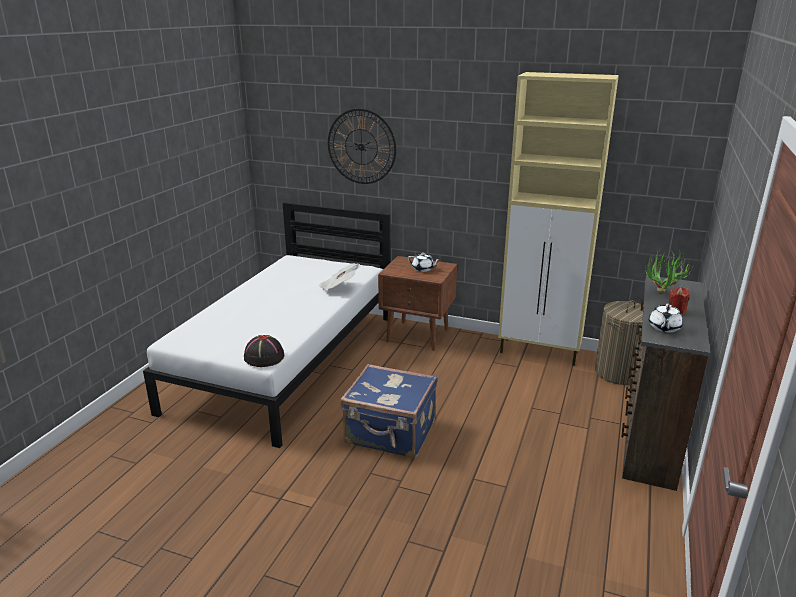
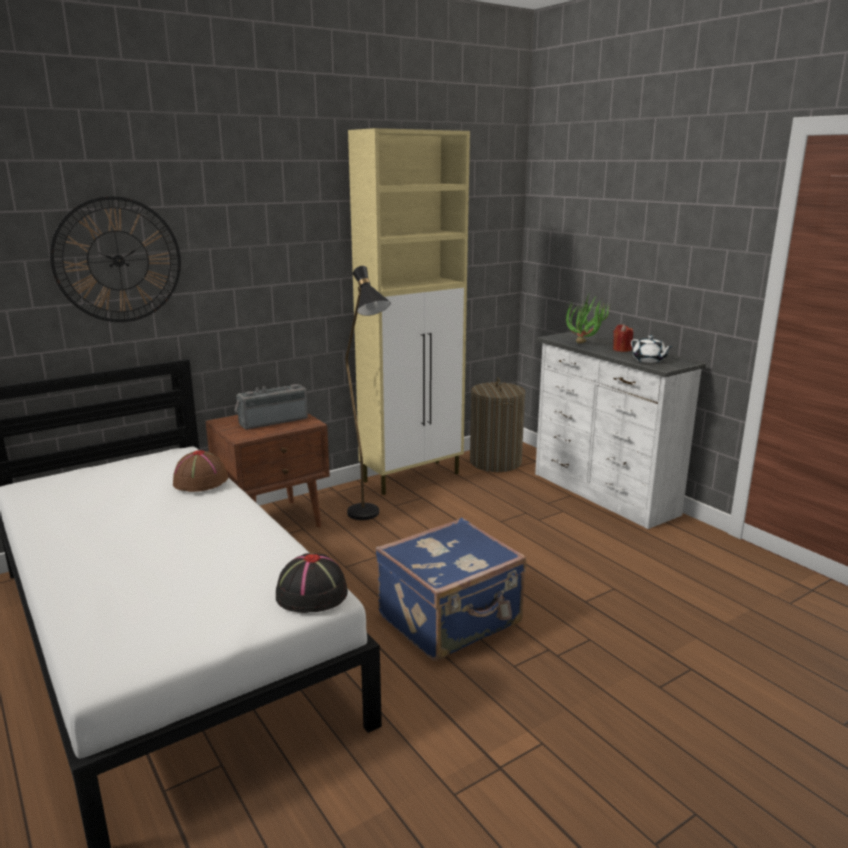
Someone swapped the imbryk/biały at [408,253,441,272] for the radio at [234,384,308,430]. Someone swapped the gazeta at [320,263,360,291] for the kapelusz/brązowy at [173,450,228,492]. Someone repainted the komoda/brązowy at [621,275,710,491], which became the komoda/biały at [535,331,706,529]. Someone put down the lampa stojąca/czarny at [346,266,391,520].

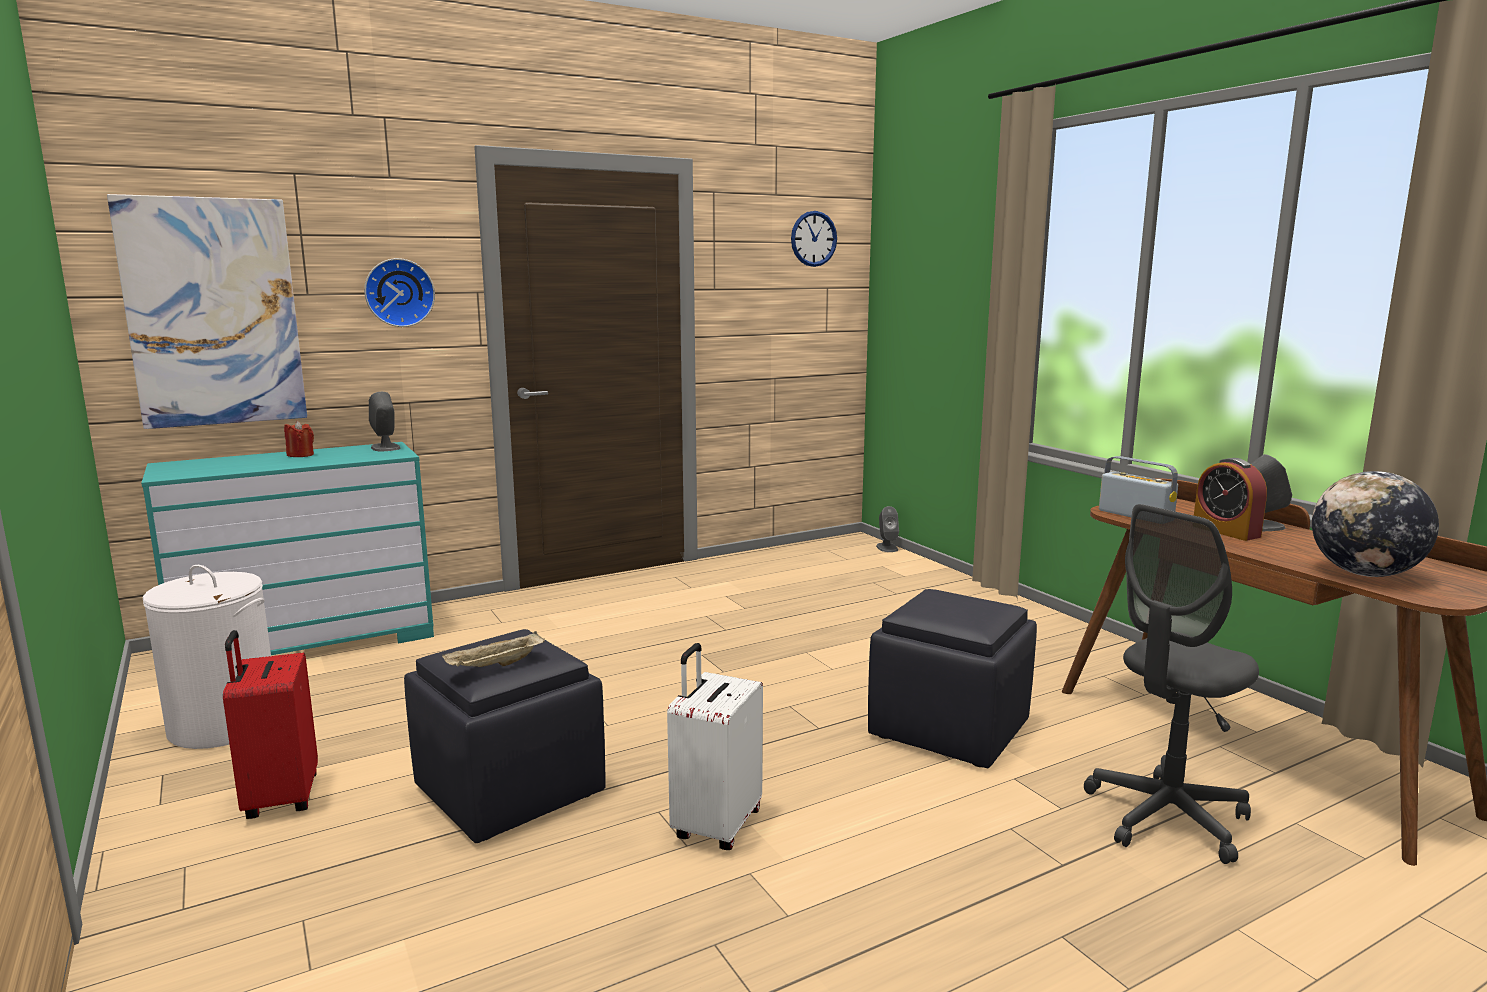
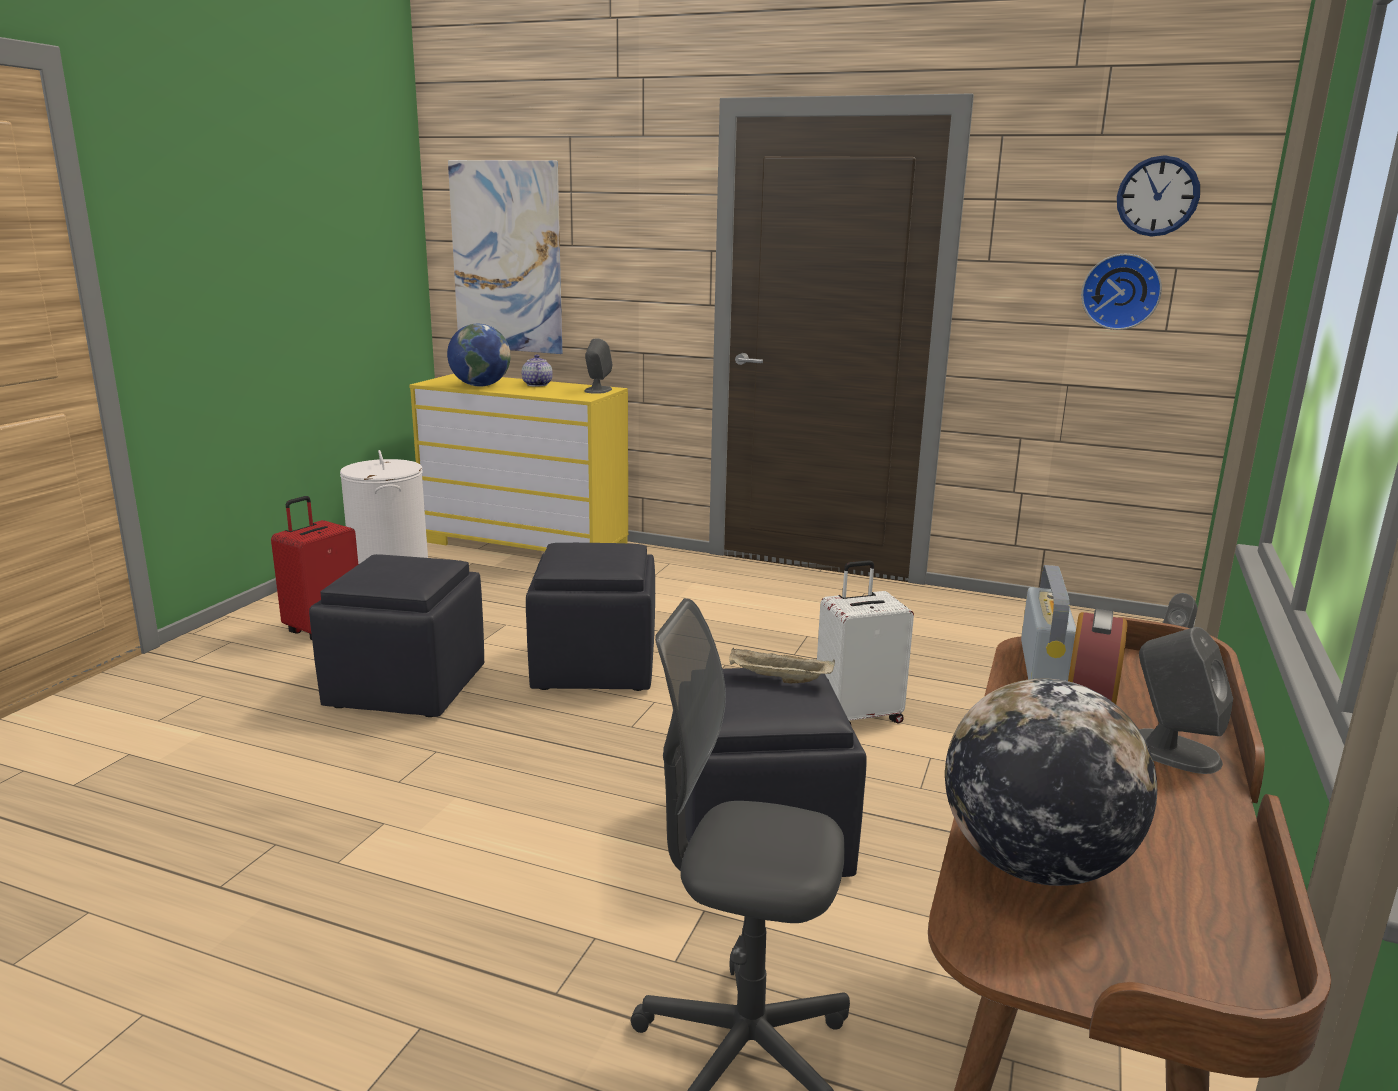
Someone carried the zegar ścienny from [364,258,435,327] to [1081,254,1162,330]. Someone swapped the świeca/czerwony at [284,421,314,457] for the imbryk at [522,354,553,386]. Someone repainted the komoda/turkusowy at [141,442,434,655], which became the komoda/żółty at [409,374,628,551]. Someone carried the taca/beżowy from [442,631,545,667] to [729,647,835,683]. Someone carried the walizka/biały from [667,643,763,850] to [817,560,914,724]. Someone put down the globus at [447,324,511,387]. Someone put down the pufa/czarny at [526,543,655,691].

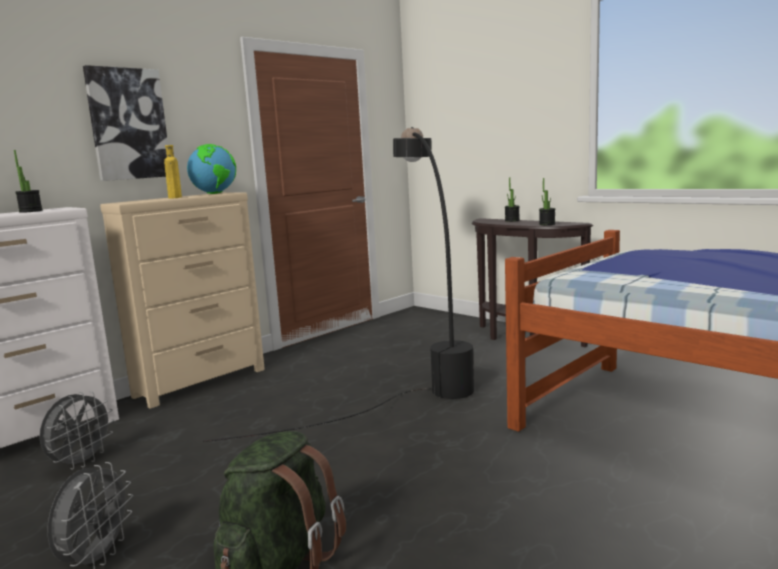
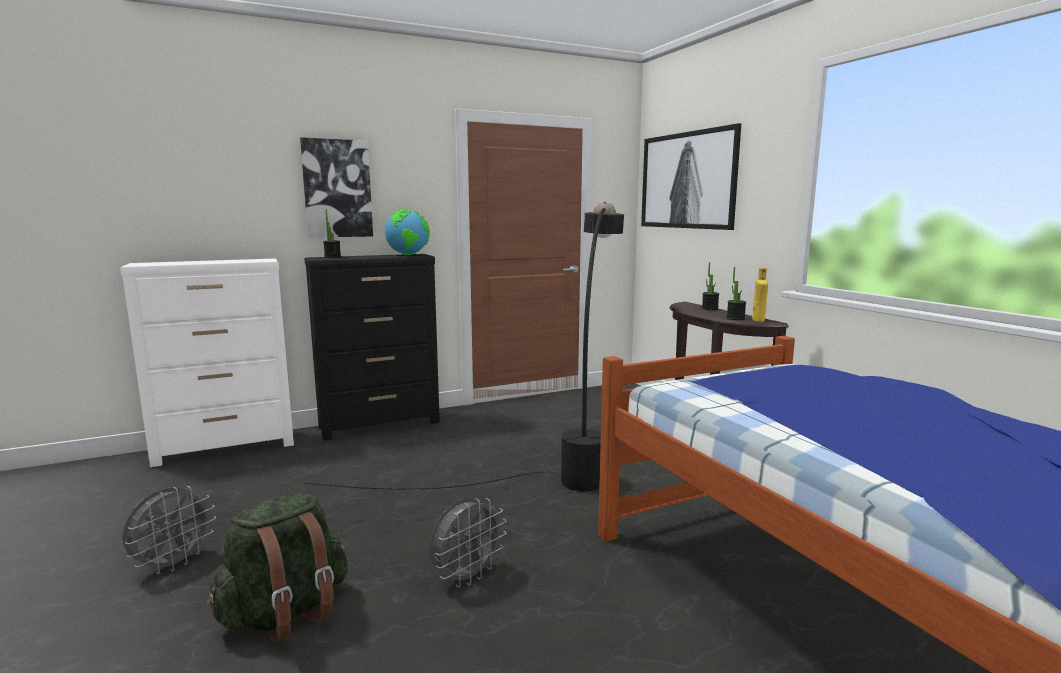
Someone carried the butelka/żółty from [164,145,182,199] to [752,267,768,322]. Someone carried the roślina doniczkowa from [14,150,43,213] to [323,209,341,258]. Someone repainted the komoda/beżowy at [100,192,265,409], which became the komoda/czarny at [305,254,440,441]. Someone carried the wentylator/szary from [39,391,114,470] to [429,498,506,587]. Someone put up the obraz at [641,123,741,230].

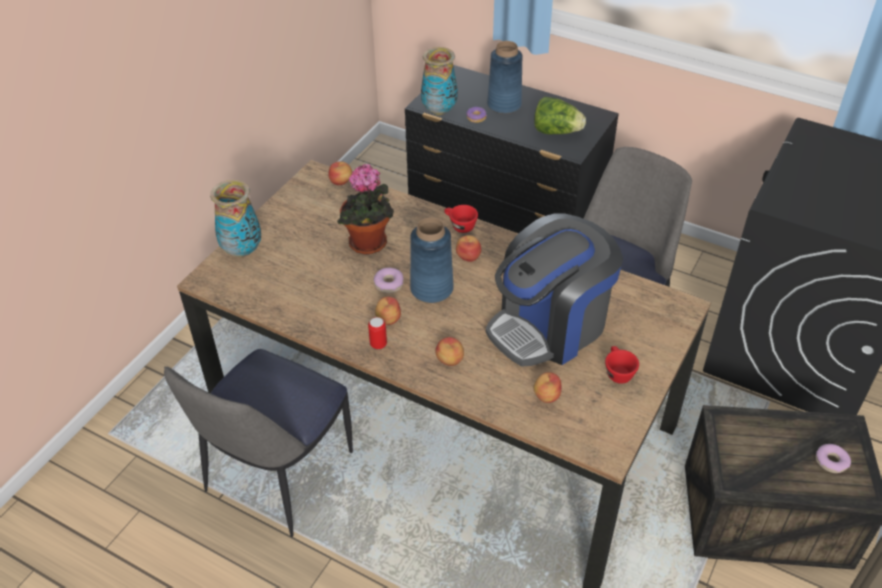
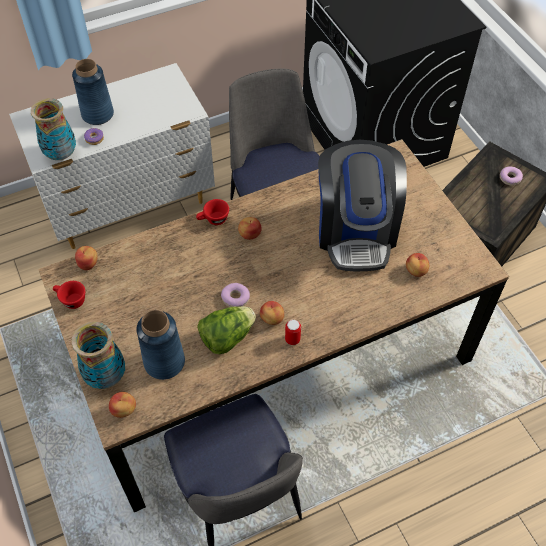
Someone repainted the komoda/czarny at [405,65,619,233], which became the komoda/biały at [9,63,215,249]. Someone carried the sałata from [534,97,586,134] to [198,306,256,354]. Someone took away the roślina doniczkowa at [337,164,394,255]. Someone carried the wazon/niebieski from [410,217,454,303] to [136,310,185,380]. Someone carried the jabłko from [435,337,464,366] to [109,392,136,418]. Someone carried the filiżanka/czerwony from [605,346,639,384] to [53,281,85,309].

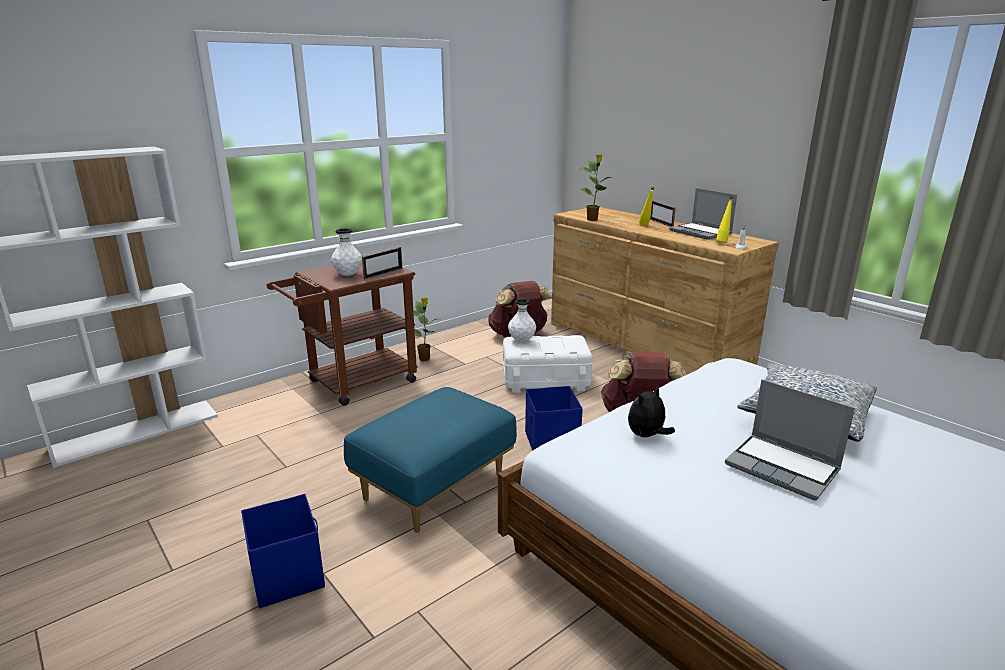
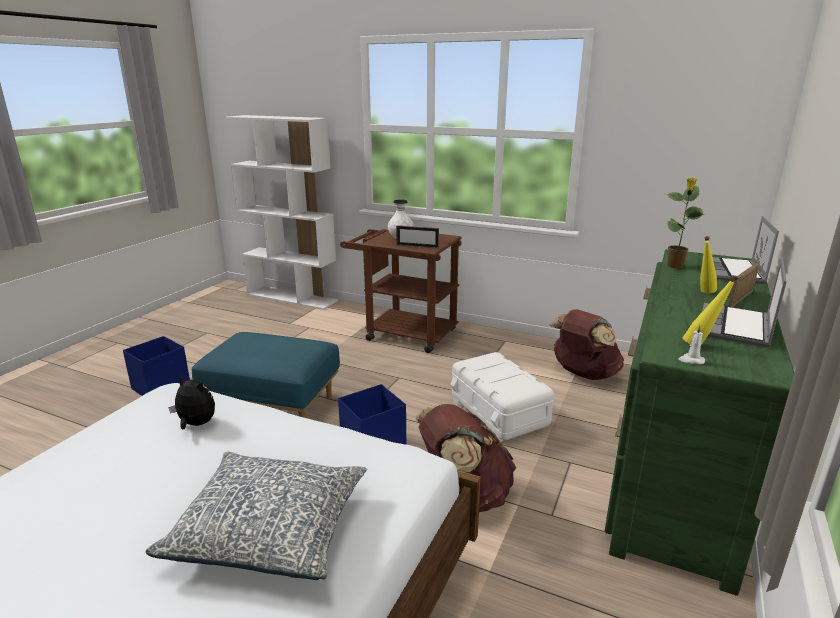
Someone repainted the komoda/brązowy at [551,207,779,375], which became the komoda/zielony at [605,249,794,596]. Someone took away the roślina doniczkowa at [404,298,436,361]. Someone took away the wazon/biały at [508,299,536,342]. Someone carried the laptop from [725,380,855,500] to [713,216,779,284].

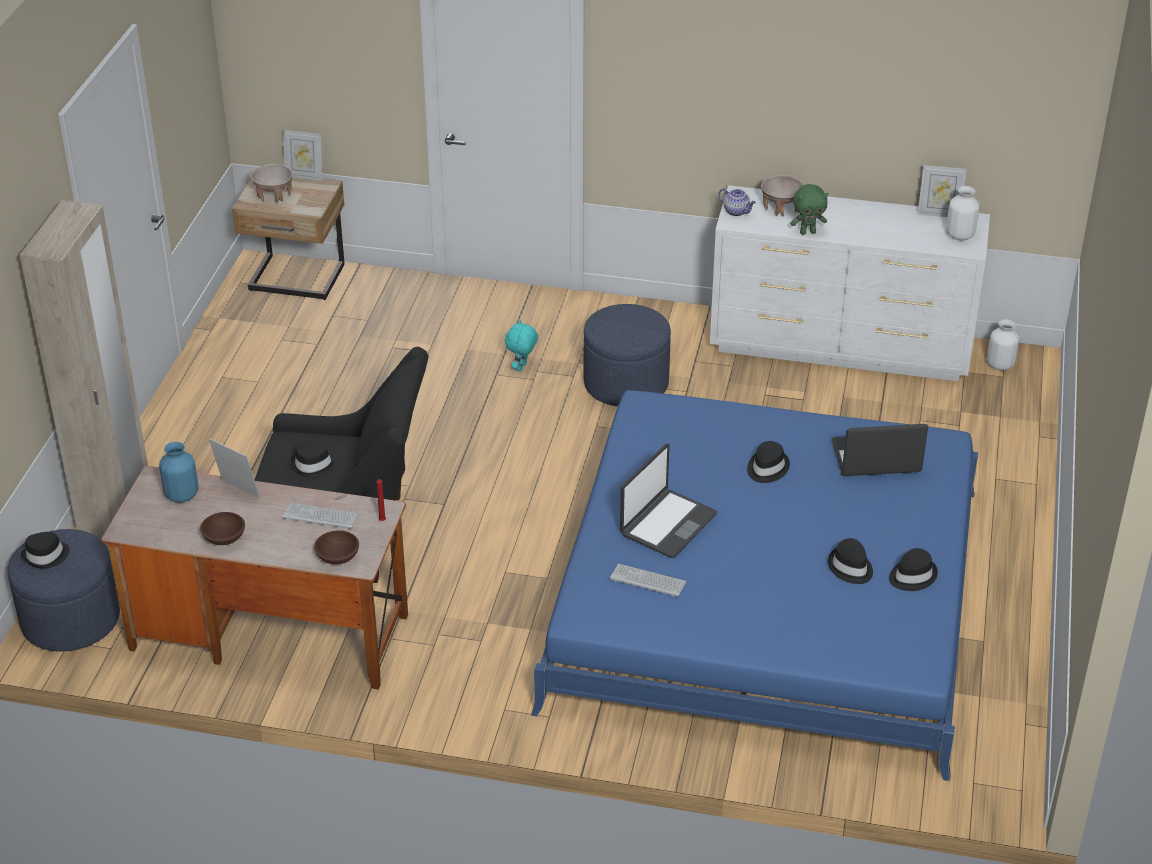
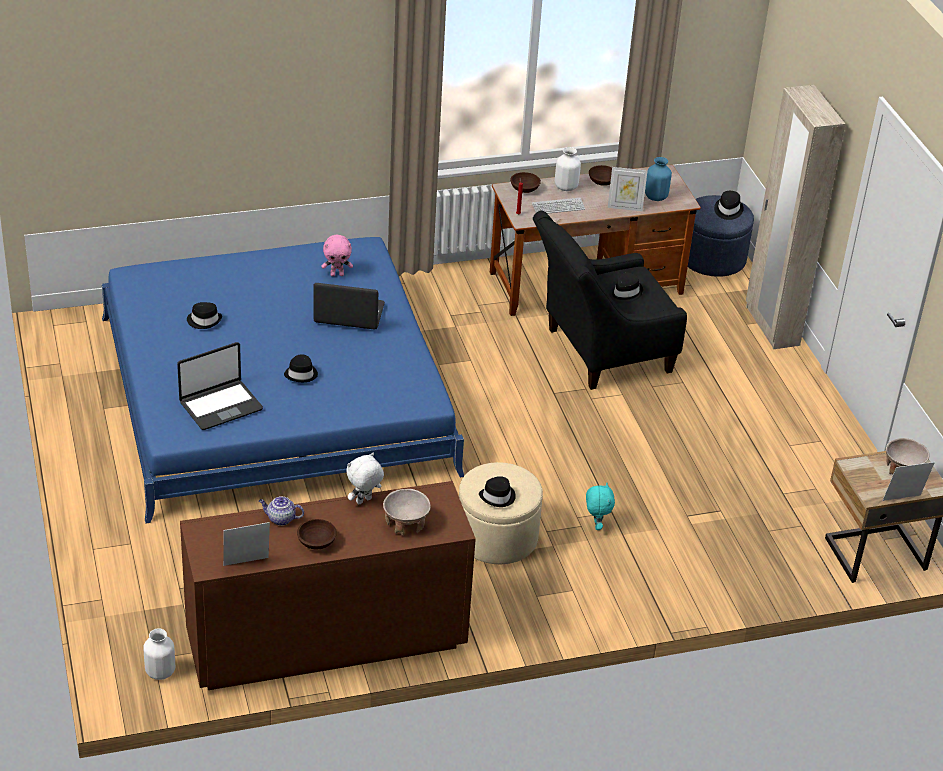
Someone repainted the pluszak/zielony at [790,184,828,235], which became the pluszak/biały at [346,453,384,504]. Someone repainted the komoda/biały at [710,185,990,381], which became the komoda/brązowy at [180,481,476,690]. Someone carried the wazon/biały from [946,186,980,241] to [555,147,581,191]. Someone carried the imbryk from [719,188,756,216] to [259,496,304,526]. Someone repainted the pufa/niebieski at [584,304,671,406], which became the pufa/beżowy at [459,462,543,564]. Someone rotated the laptop at [620,444,717,558] by 90 degrees clockwise. Someone carried the kapelusz/czarny from [889,548,938,591] to [479,476,516,507]. Someone swapped the klawiatura at [610,564,687,597] for the pluszak/różowy at [322,235,353,276]. Someone put down the miska/brązowy at [297,519,337,549].

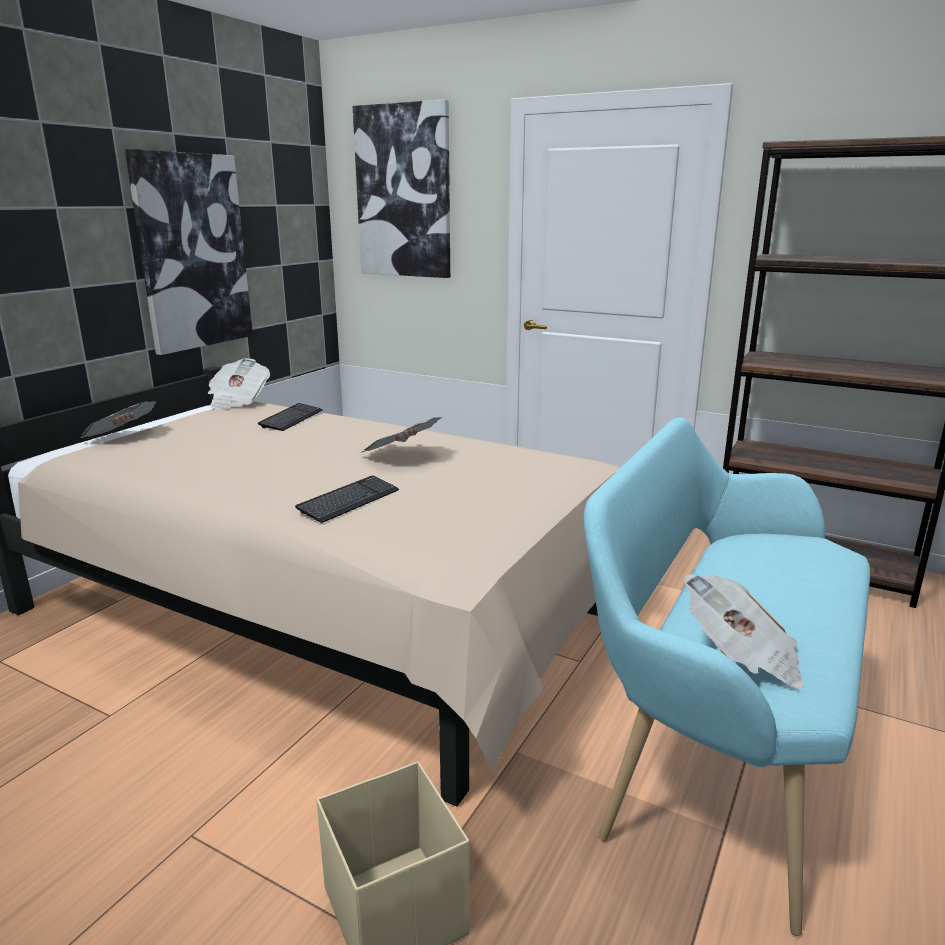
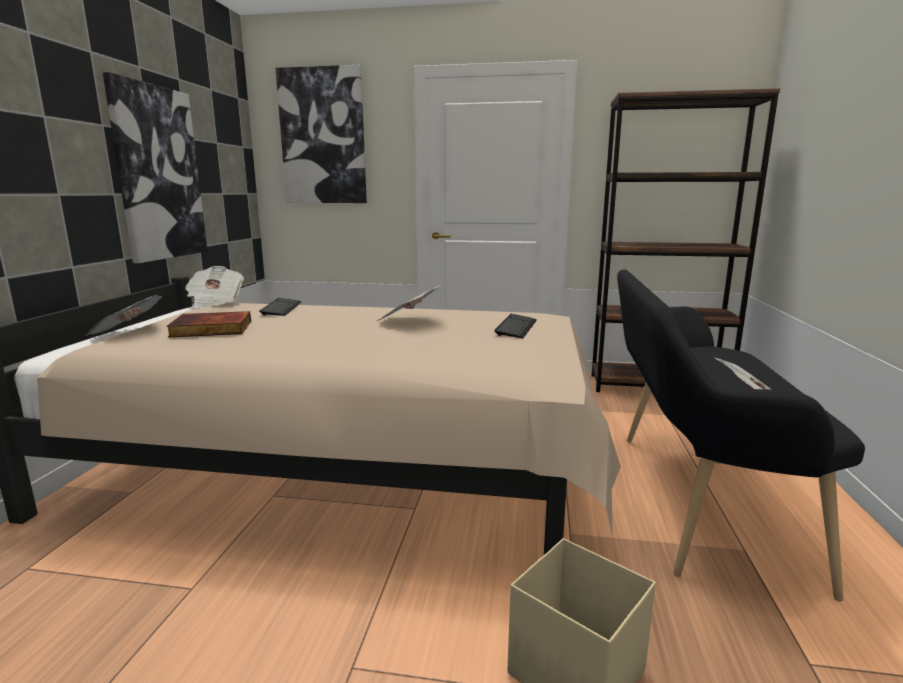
Someone repainted the ławka/turkusowy at [584,418,870,936], which became the ławka/czarny at [617,269,865,602]. Someone carried the klawiatura from [295,476,399,523] to [494,314,537,338]. Someone put down the książka at [167,311,251,337].

